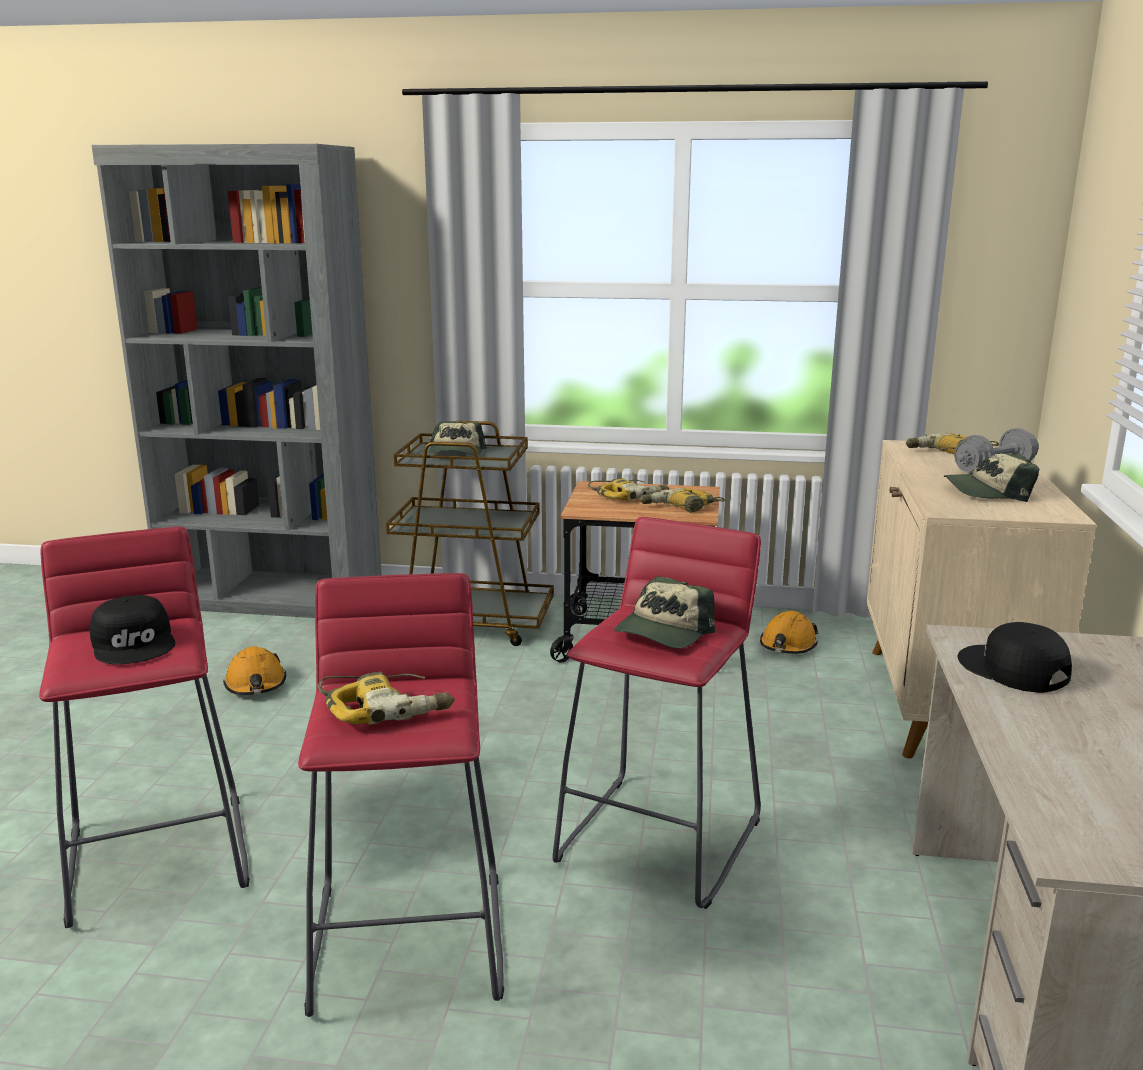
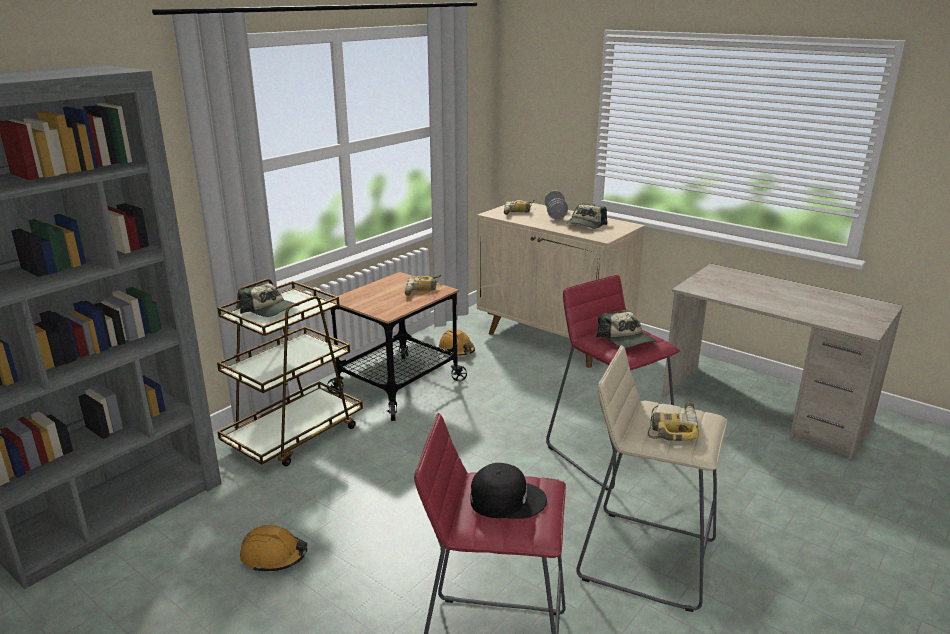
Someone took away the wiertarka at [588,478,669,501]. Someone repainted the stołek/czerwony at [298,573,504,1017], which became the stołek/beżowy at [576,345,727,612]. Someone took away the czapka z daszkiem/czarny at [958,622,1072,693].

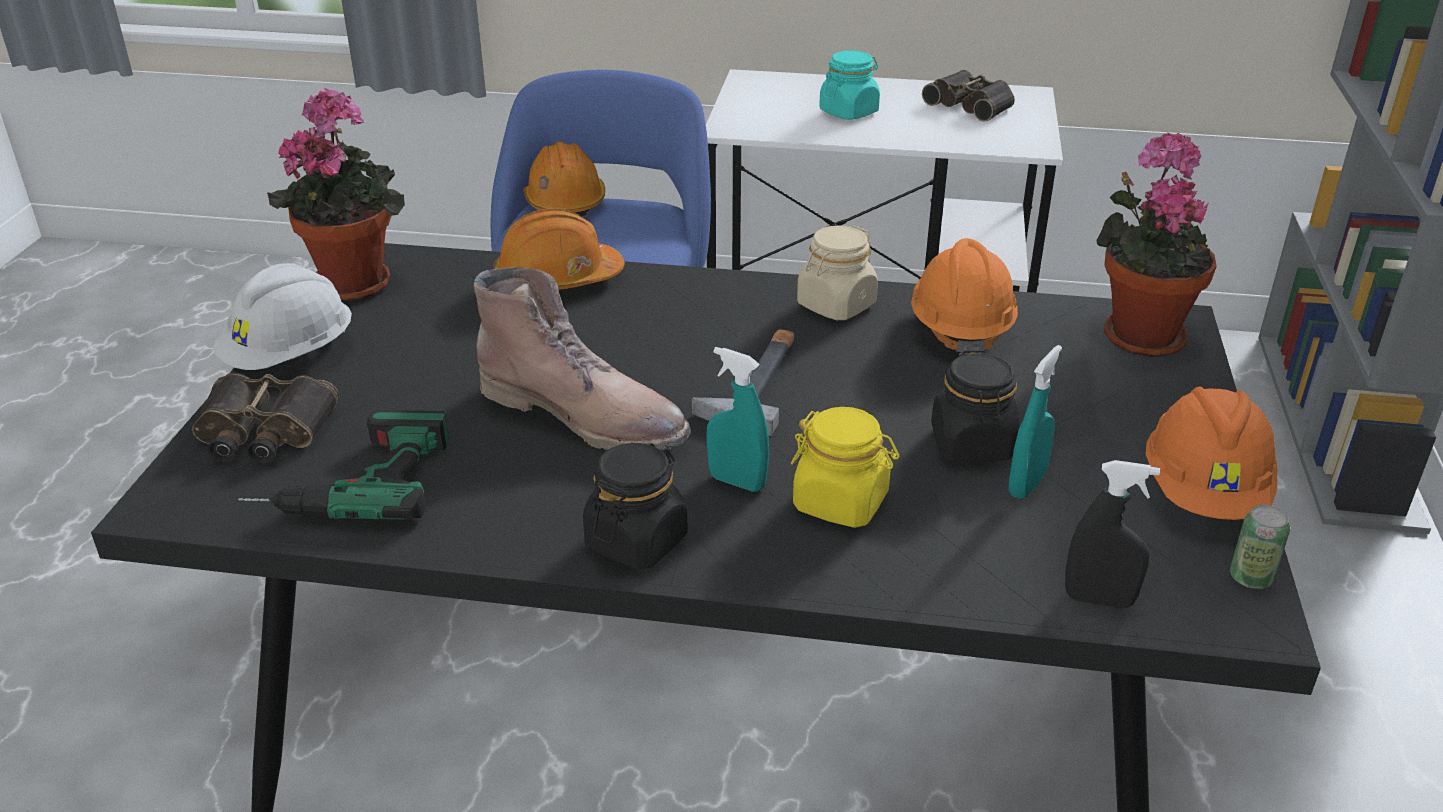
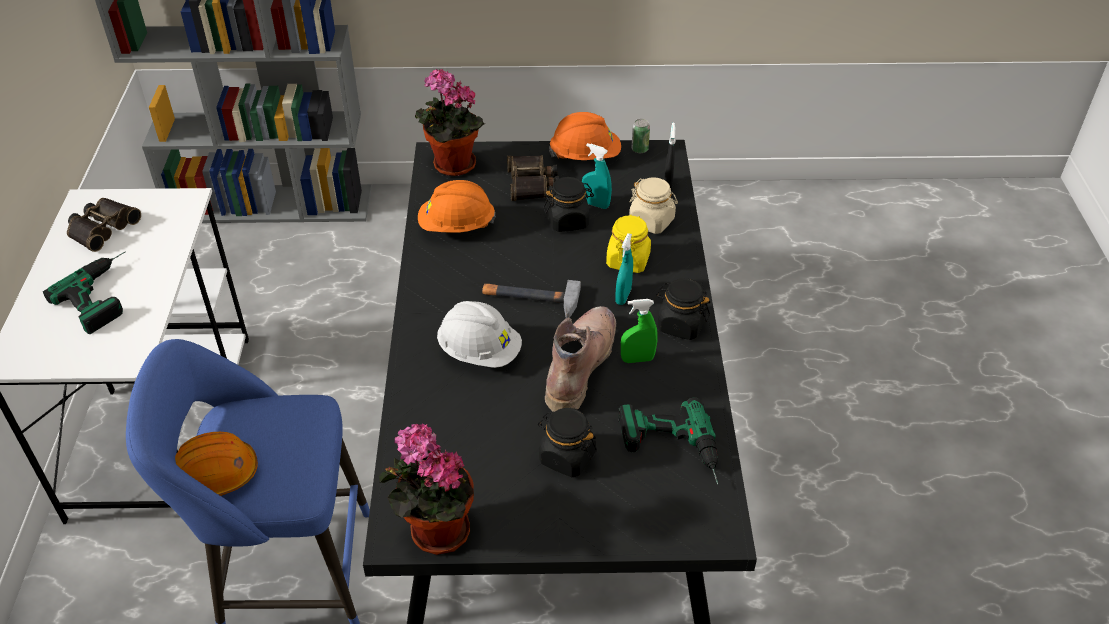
Someone swapped the słoik/turkusowy at [819,51,880,120] for the wiertarka at [43,251,126,334]. Someone took away the kask/pomarańczowy at [493,208,624,290]. Someone carried the słoik/beżowy from [797,225,878,320] to [629,177,678,234]. Someone carried the kask/biały from [213,263,352,370] to [437,301,522,368]. Someone carried the lornetka from [192,373,340,465] to [507,155,559,201]. Someone put down the spryskiwacz/zielony at [621,299,658,363]. Someone put down the słoik/czarny at [538,408,597,477].

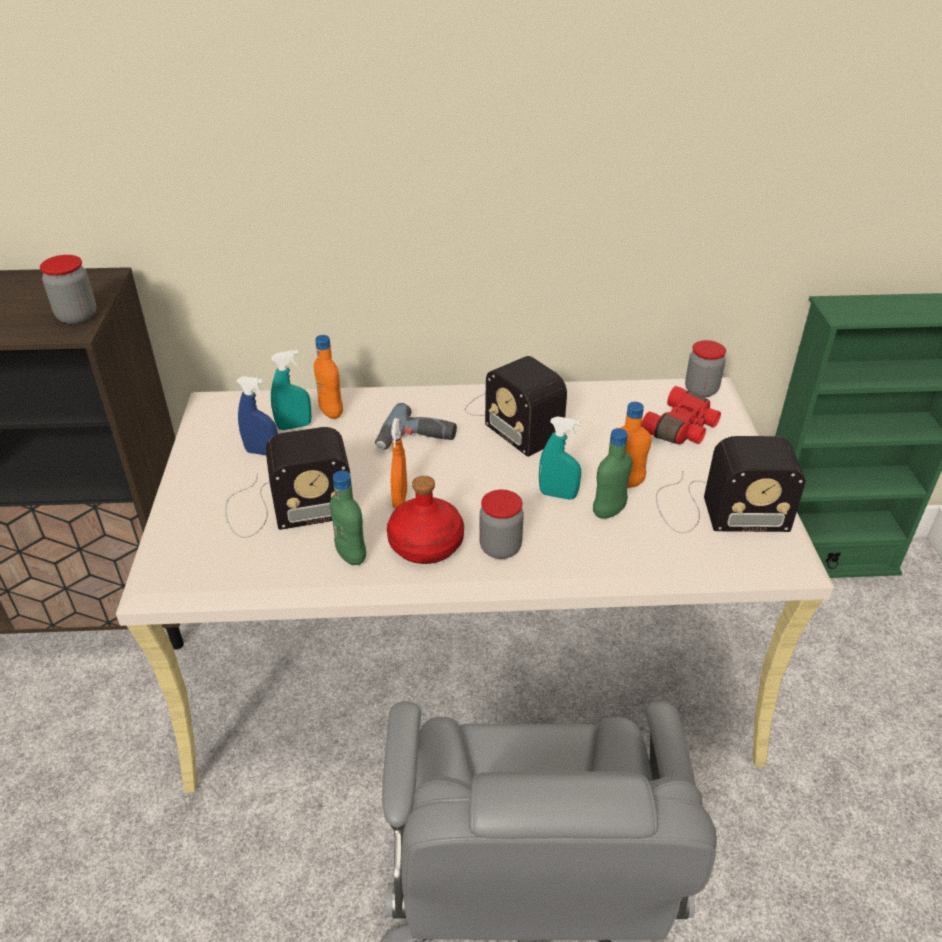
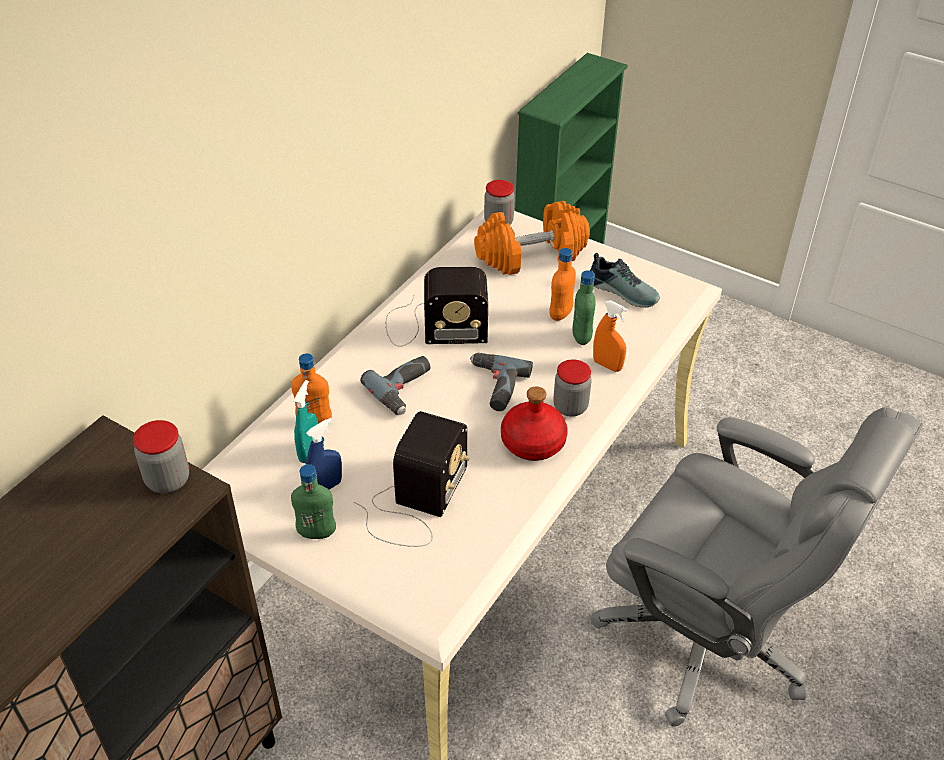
Someone swapped the lornetka/czerwony at [641,386,721,444] for the hantel/pomarańczowy at [474,201,590,275]. Someone took away the spryskiwacz/turkusowy at [539,416,581,500]. Someone carried the spryskiwacz/pomarańczowy from [391,418,407,509] to [593,300,628,372]. Someone swapped the radio at [656,436,806,533] for the but at [590,253,660,308]. Someone carried the butelka/zielony from [330,471,366,565] to [291,464,336,539]. Someone put down the wiertarka at [470,353,533,411].

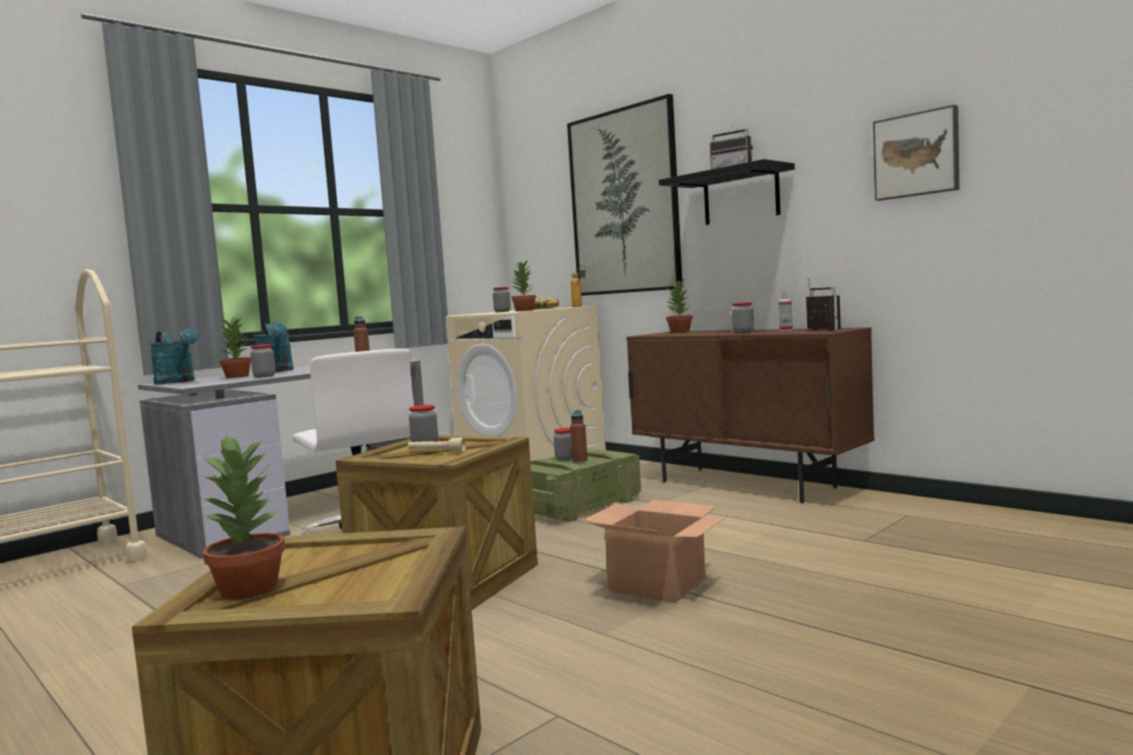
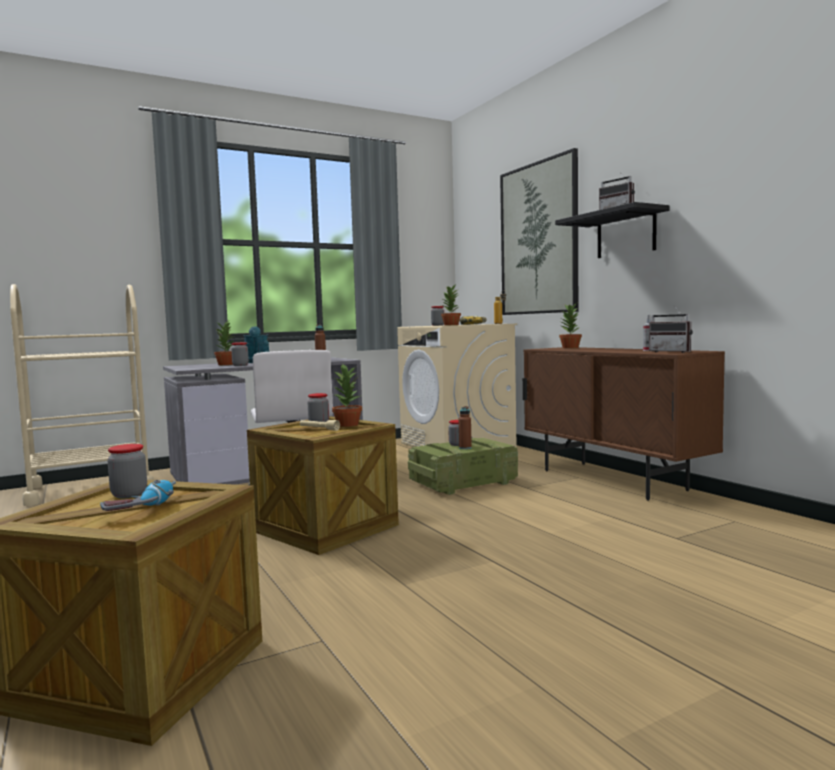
Someone took away the obraz at [873,105,959,201]. Someone rotated the radio at [806,277,841,331] by 135 degrees clockwise. Someone carried the słoik from [731,302,754,334] to [107,444,147,498]. Someone took away the konewka/turkusowy at [150,328,198,384]. Someone carried the roślina doniczkowa from [200,434,285,599] to [332,365,362,427]. Someone took away the karton at [584,500,725,603]. Someone put down the wiertarka at [100,480,176,511].

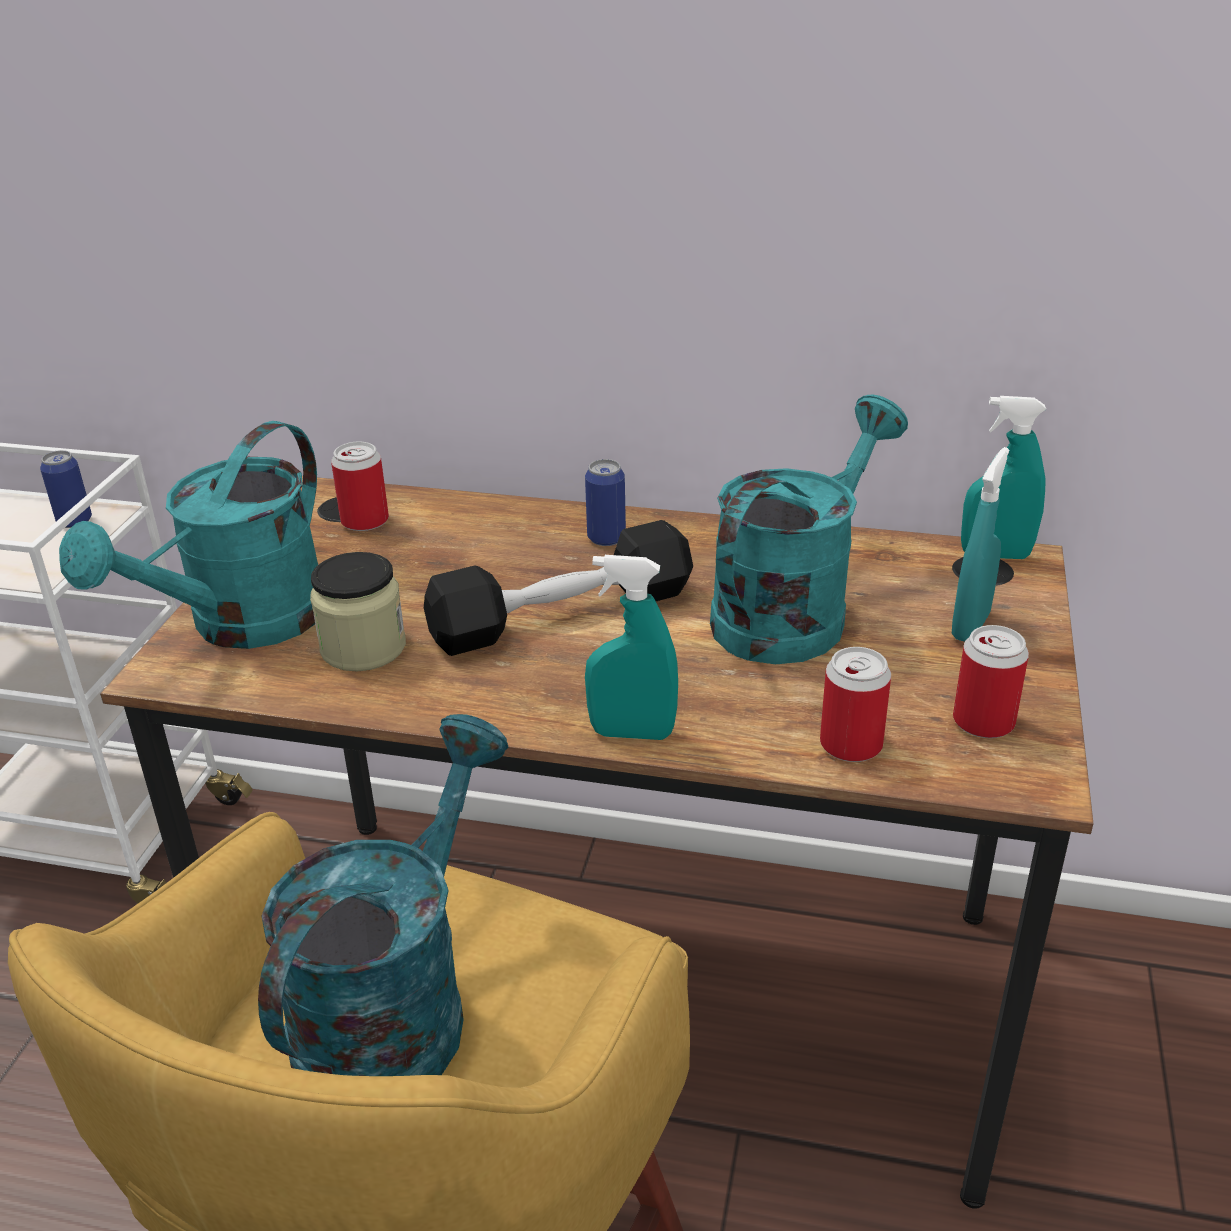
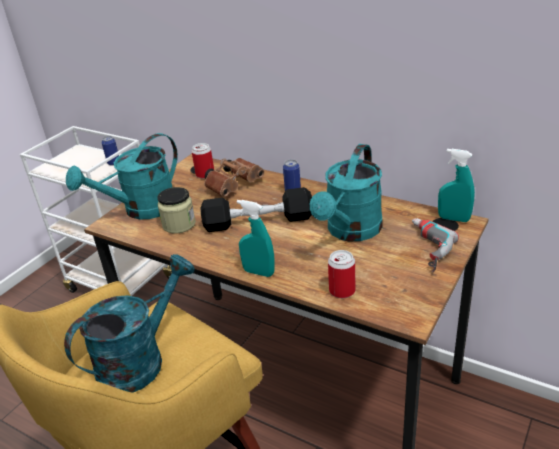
Someone rotated the konewka/turkusowy at [710,395,908,664] by 150 degrees clockwise. Someone swapped the spryskiwacz/turkusowy at [952,447,1009,642] for the wiertarka at [412,218,459,273]. Someone took away the puszka at [953,625,1029,738]. Someone put down the lornetka/brązowy at [204,158,264,197].

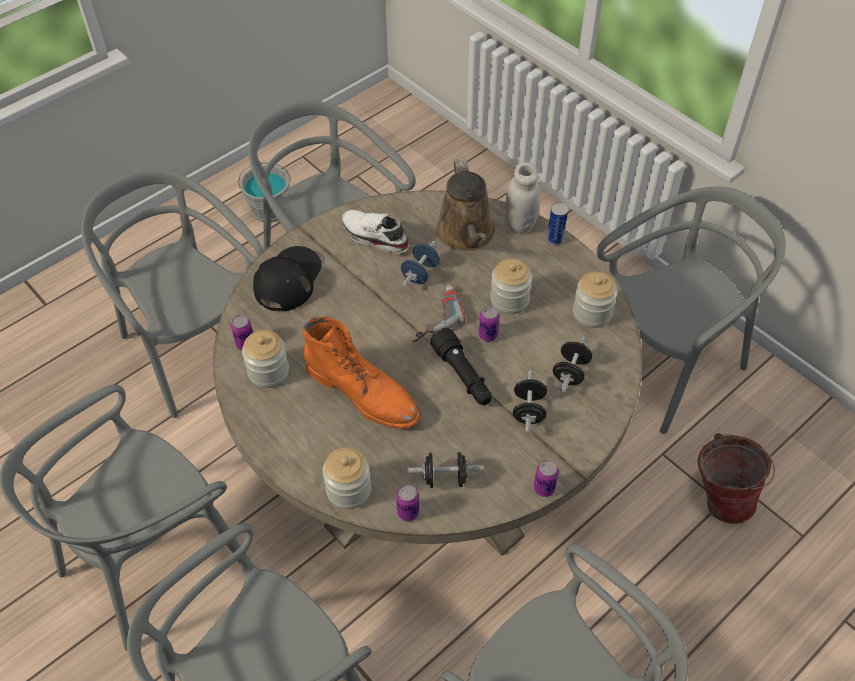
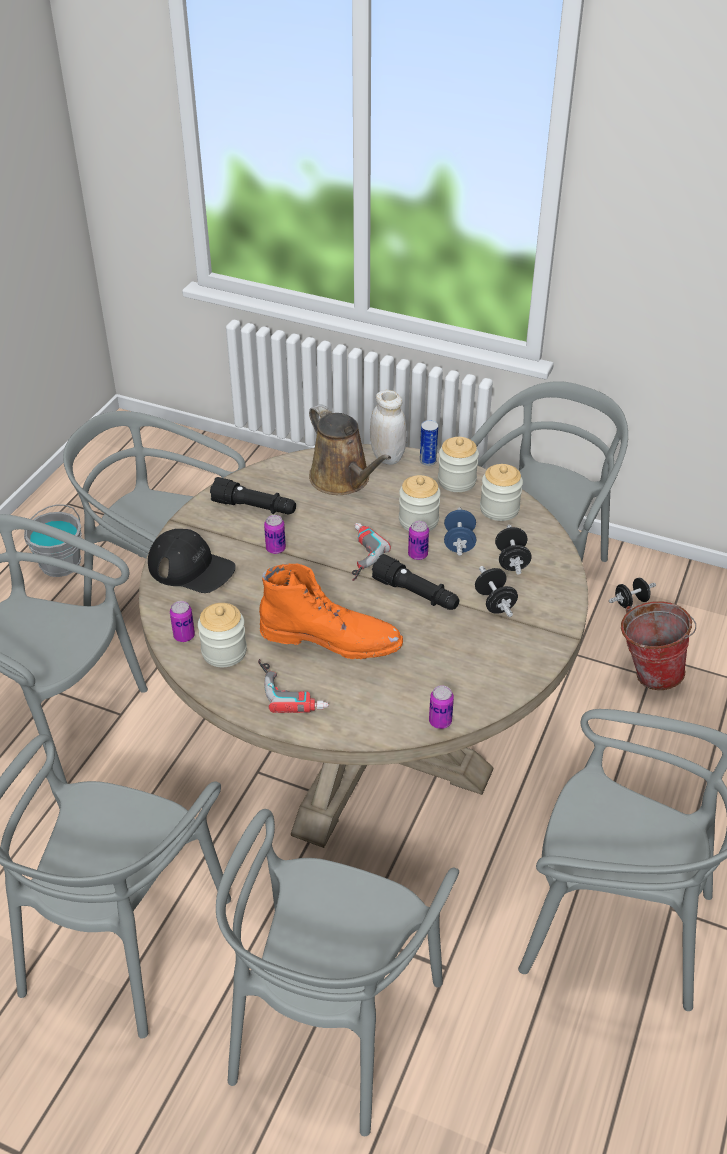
Someone swapped the but/biały at [342,210,410,254] for the latarka/czarny at [210,477,296,514]. Someone carried the hantel/niebieski from [401,241,440,287] to [444,508,476,556]. Someone rotated the czapka z daszkiem/czarny at [253,246,322,312] by 120 degrees clockwise. Someone carried the słoik from [323,448,371,509] to [438,437,479,492]. Someone carried the hantel/czarny from [407,452,484,488] to [609,578,656,608]. Someone carried the puszka from [534,460,559,497] to [264,515,286,554]. Someone put down the wiertarka at [258,659,329,713].

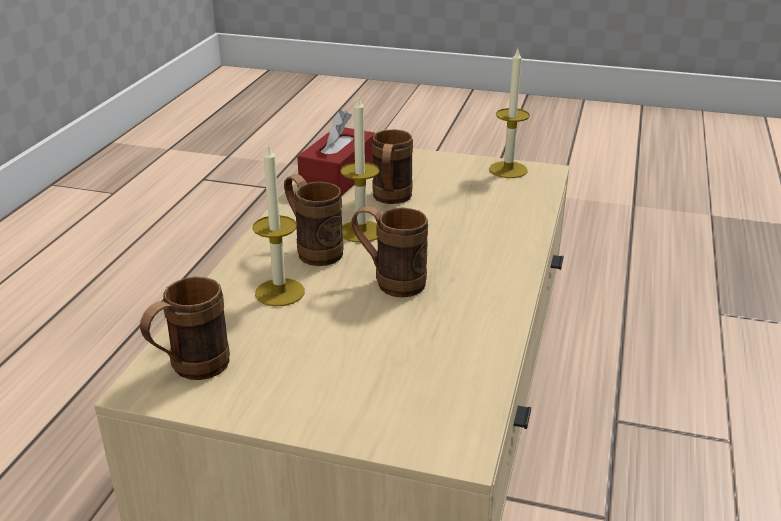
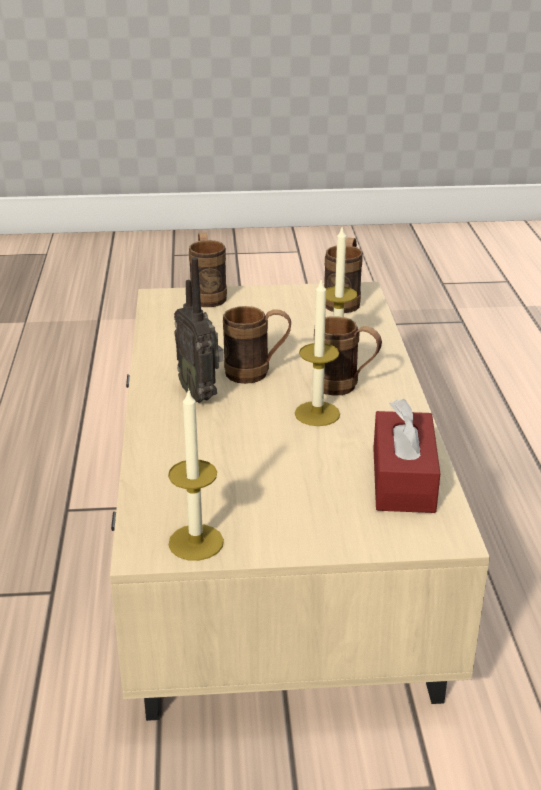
Someone carried the kubek/brązowy from [372,130,413,204] to [189,232,227,307]. Someone put down the radio at [174,257,224,403].

